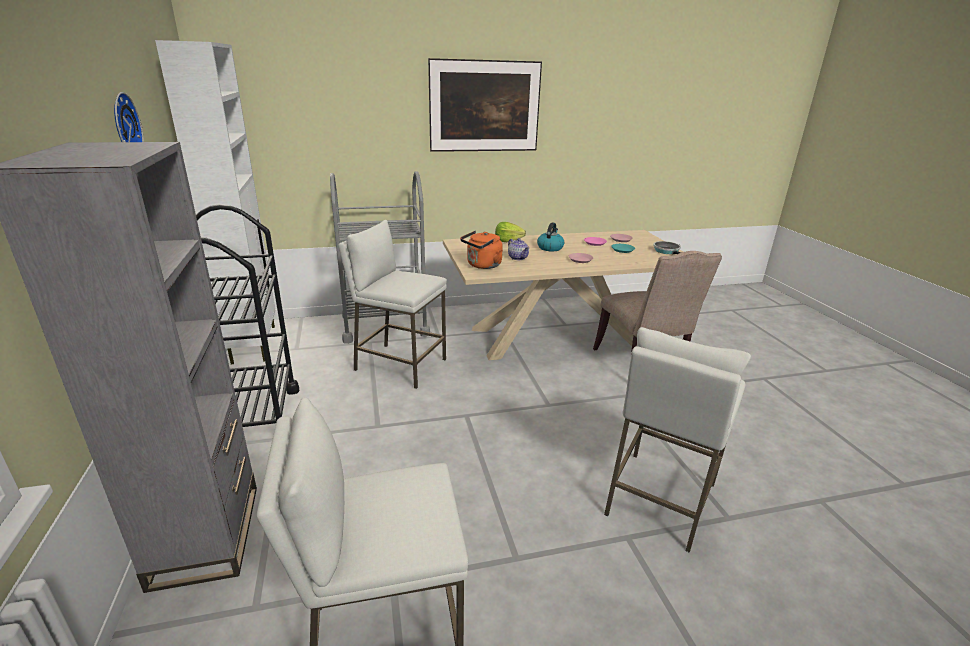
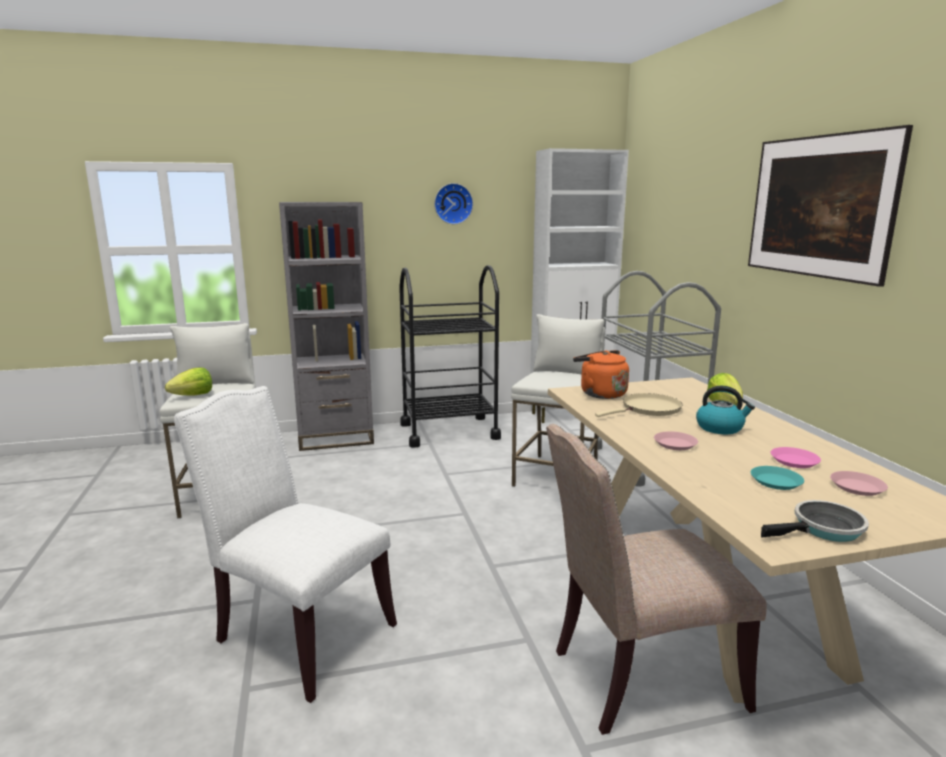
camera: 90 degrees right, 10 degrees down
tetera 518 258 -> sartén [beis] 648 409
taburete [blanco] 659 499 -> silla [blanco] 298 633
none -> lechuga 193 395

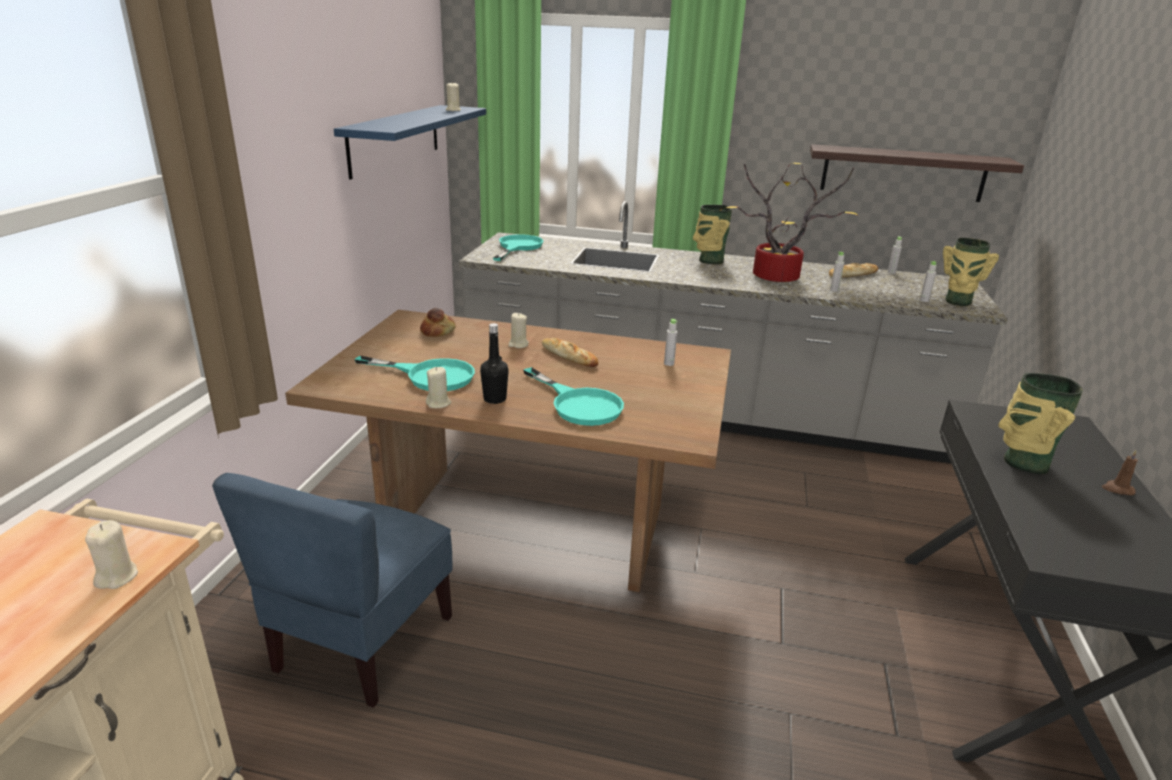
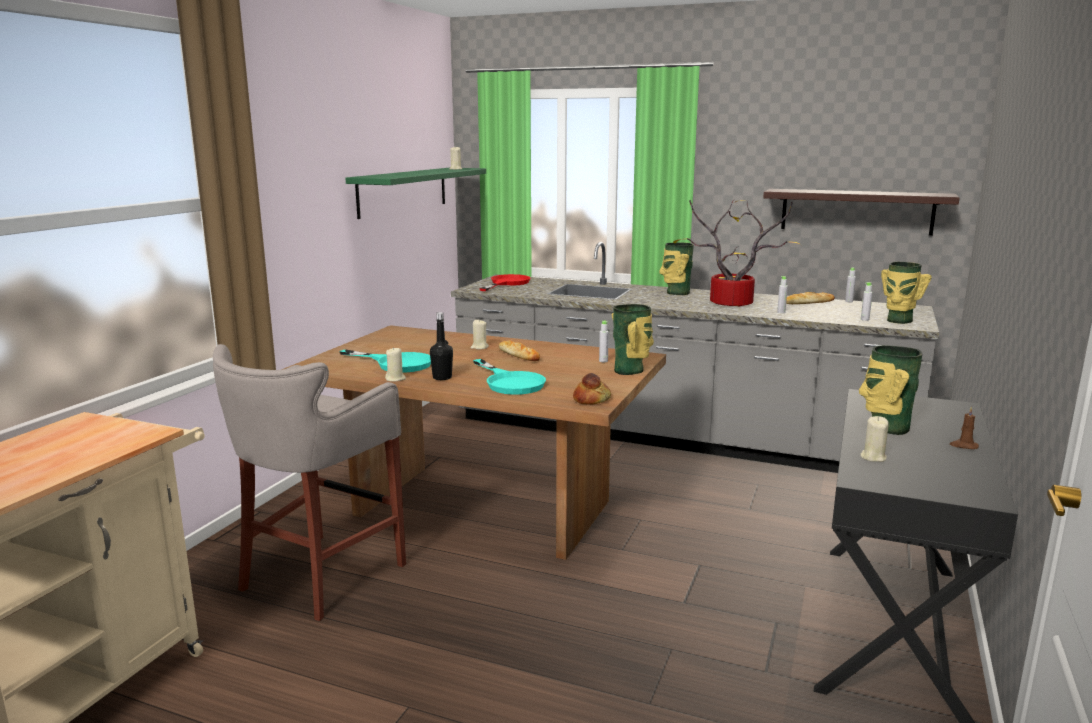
camera: 10 degrees right, 10 degrees down
estante [azul] 395 139 -> estante [verde] 403 191
sartén [turquesa] 517 247 -> sartén [rojo] 506 283
pan 438 332 -> pan 592 400, moved
silla [azul] 362 643 -> taburete [gris] 318 577
vela [beis] 117 577 -> vela [beis] 873 457, moved
none -> florero 630 370

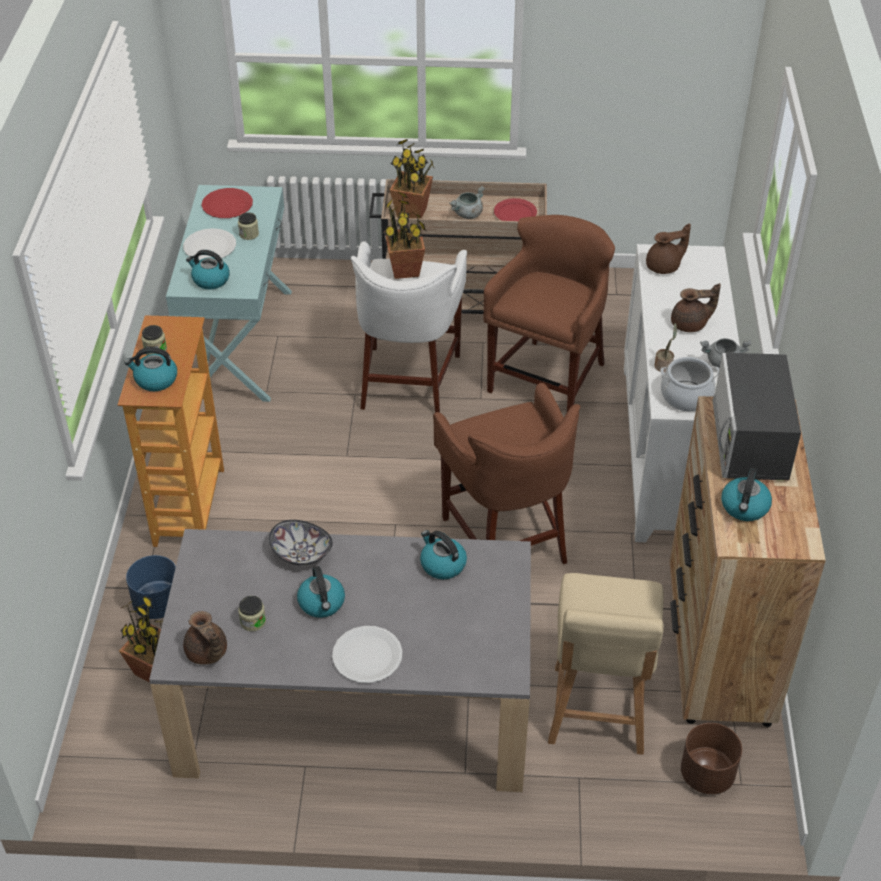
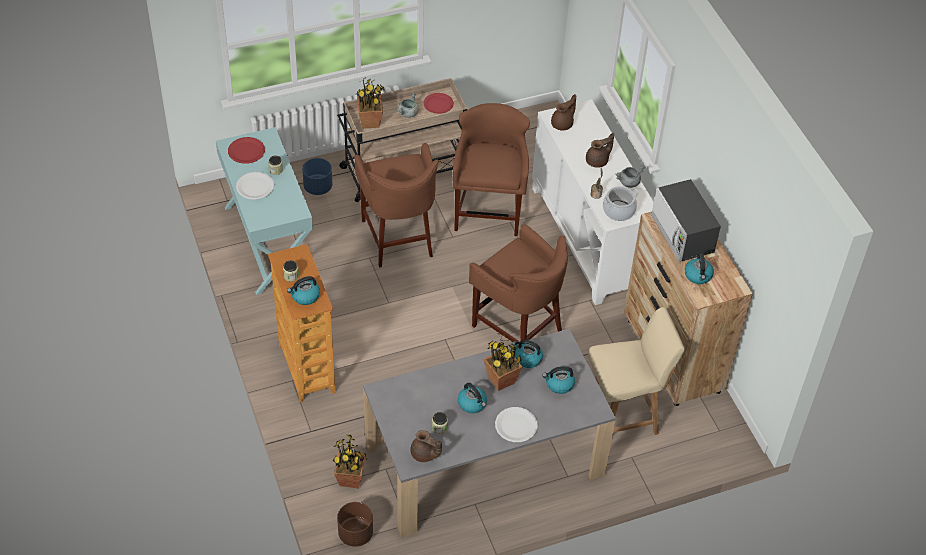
camera: 25 degrees left, 5 degrees up
planta en maceta 405 270 -> planta en maceta 501 380, moved
taburete [blanco] 408 379 -> taburete [marrón] 398 237
hervidor 210 280 -> hervidor 559 384, moved
cuenco 301 554 -> none
maceta [azul] 158 604 -> maceta [azul] 318 187, moved
silla [beis] 597 712 -> silla [beis] 623 416, 90 degrees counterclockwise
maceta [marrón] 706 774 -> maceta [marrón] 355 534, moved

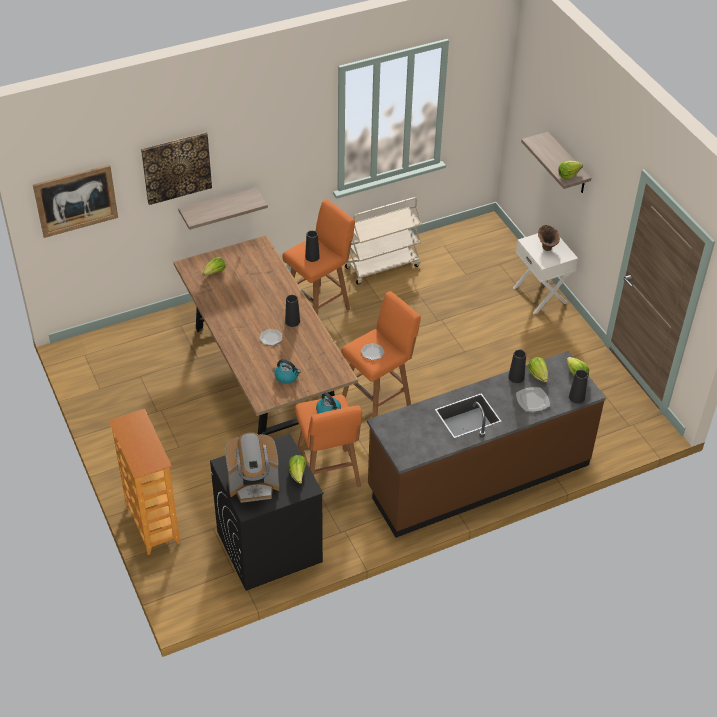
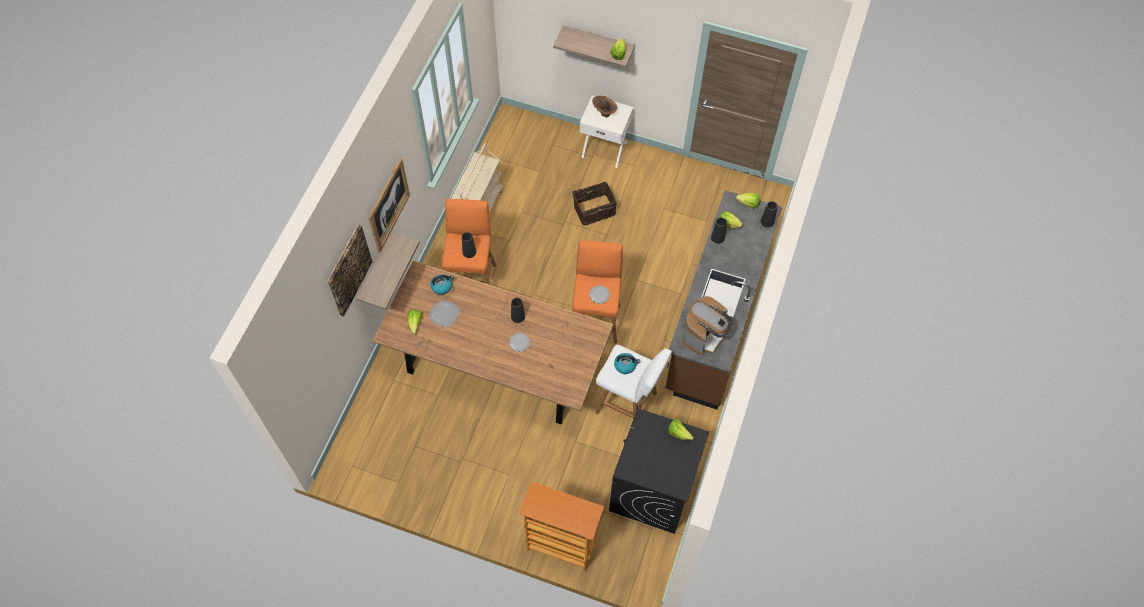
camera: 45 degrees left, 15 degrees up
cuadro 76 200 -> cuadro 388 205, moved
hervidor 287 376 -> hervidor 442 286, moved
plato 532 401 -> plato 444 314, moved
taburete [naranja] 328 475 -> taburete [blanco] 628 404
cafetera 253 484 -> cafetera 704 336, moved
none -> cesta 593 209

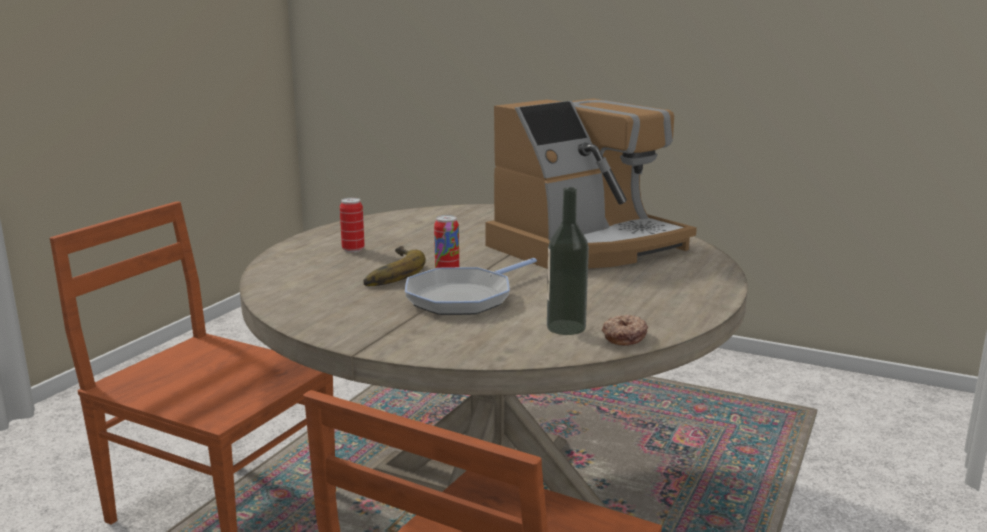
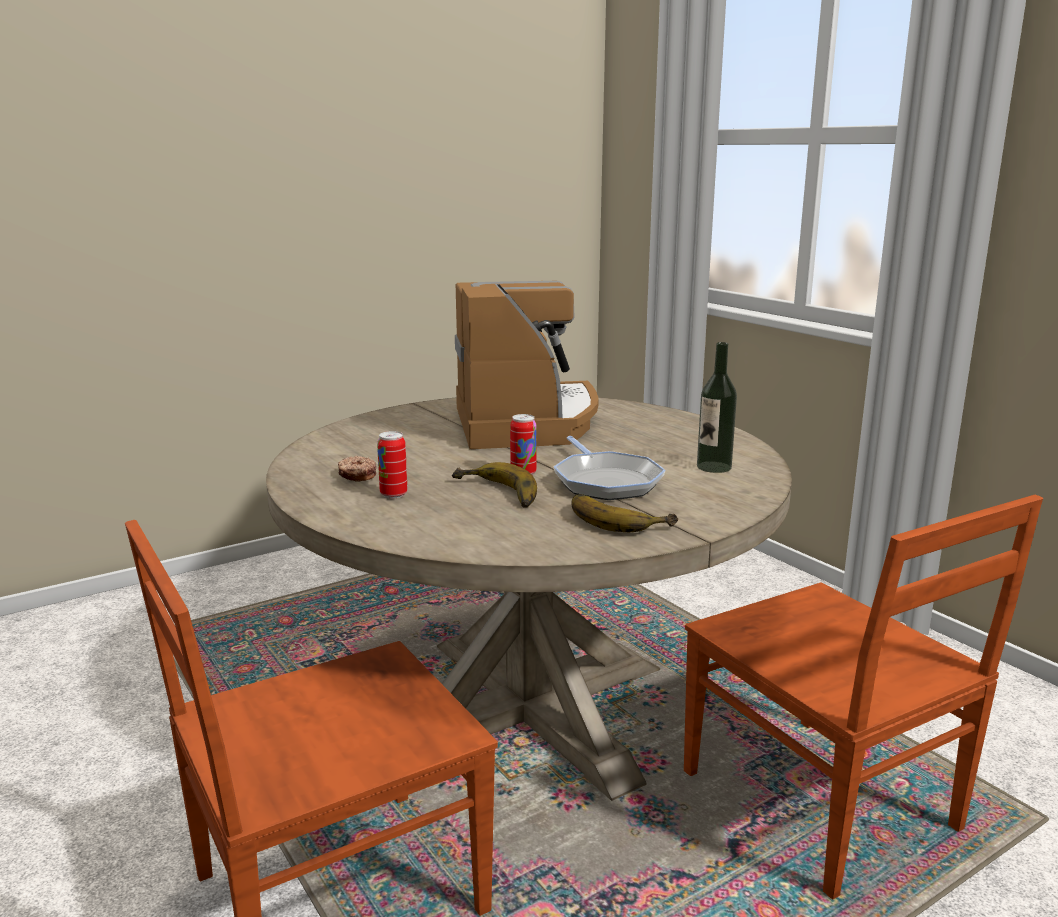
camera: 60 degrees left, 0 degrees up
rosquilla 623 337 -> rosquilla 357 475, moved
none -> plátano 619 518

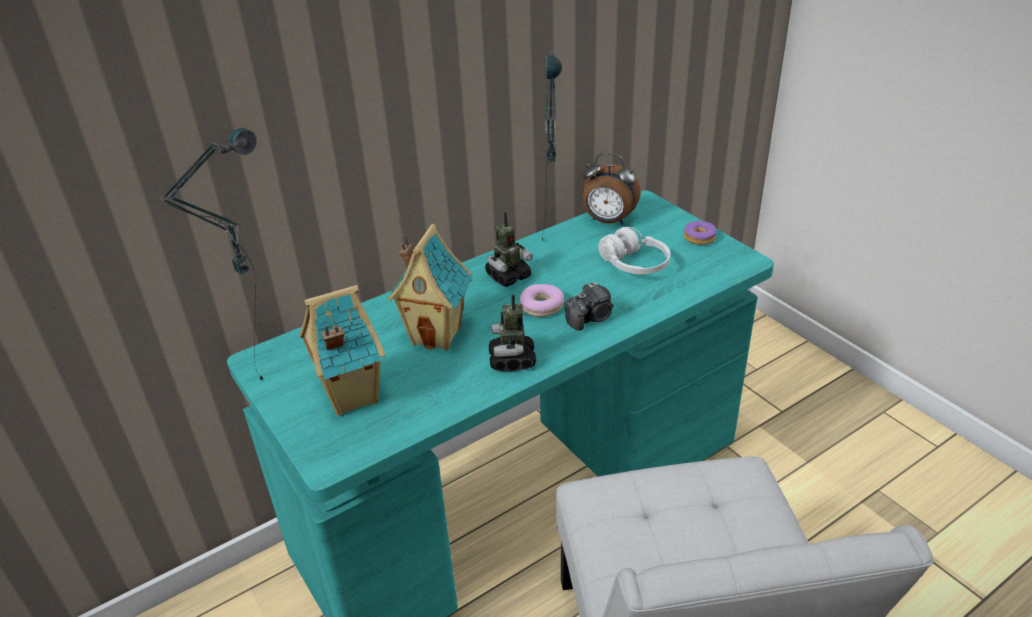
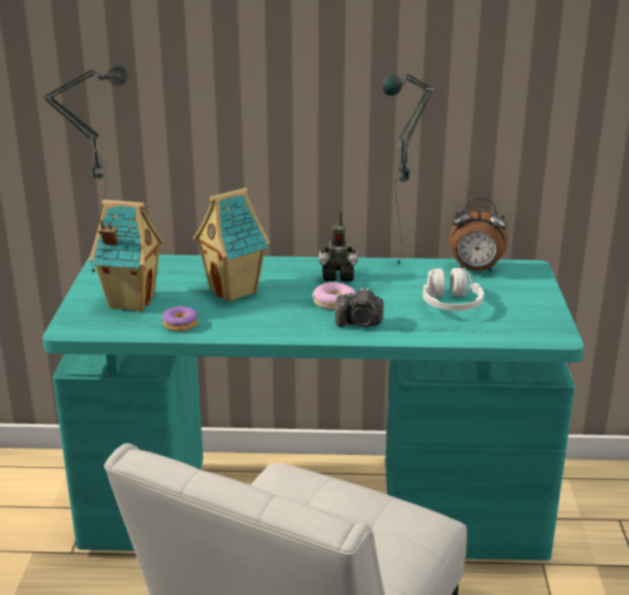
camera: 35 degrees right, 10 degrees down
despertador 608 221 -> despertador 475 270, 45 degrees counterclockwise
rosquilla 699 238 -> rosquilla 181 325, moved
robot de juguete 512 360 -> none

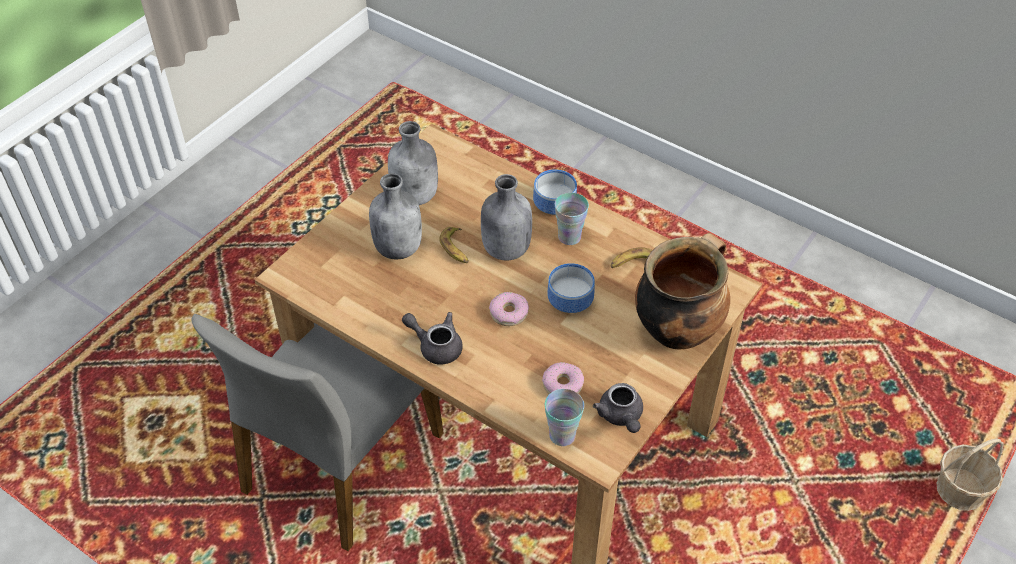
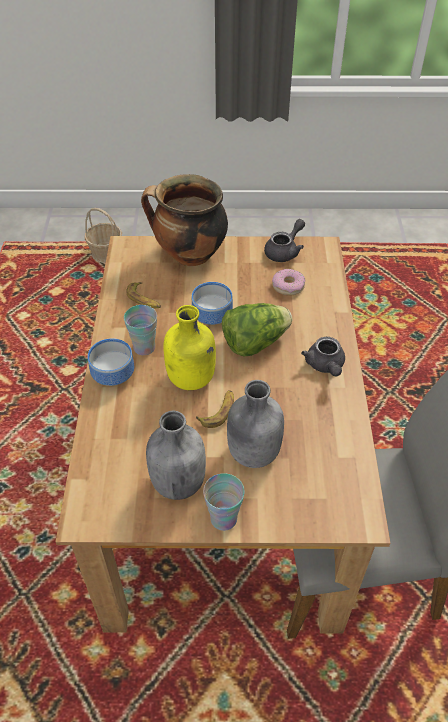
camera: 125 degrees left, 0 degrees up
botella [gris] 505 249 -> botella [amarillo] 191 379
rosquilla 509 313 -> lechuga 254 343
taza 562 435 -> taza 223 519, moved

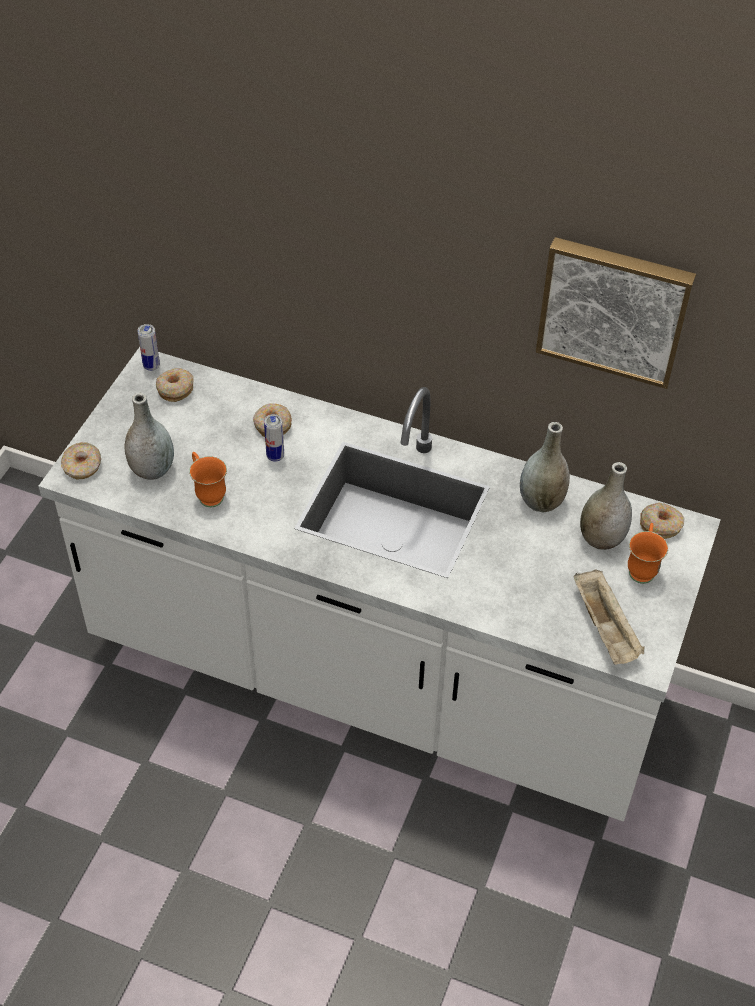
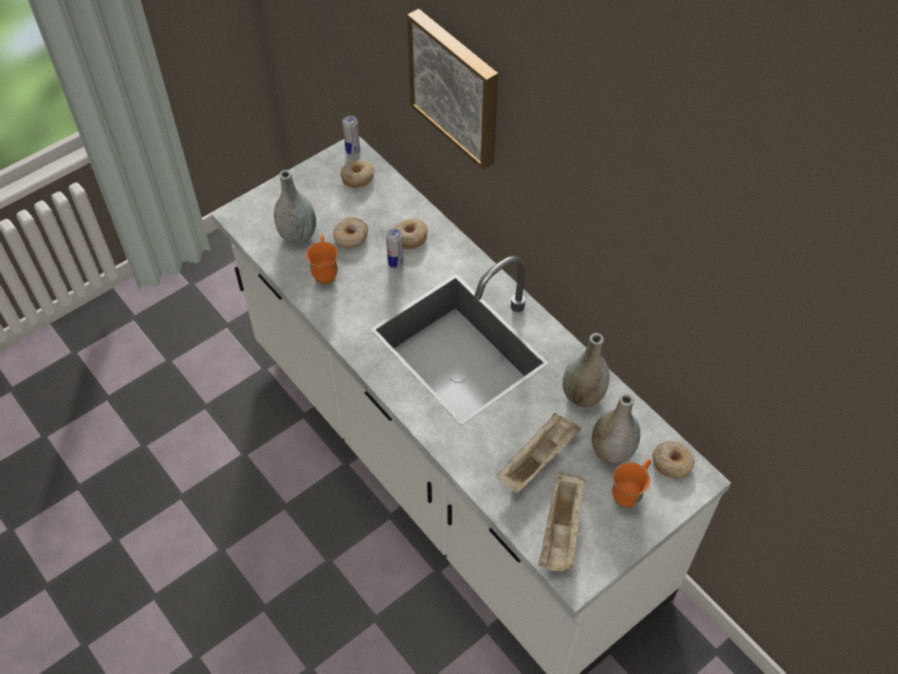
camera: 30 degrees right, 5 degrees up
cuadro 614 309 -> cuadro 457 87, moved
rosquilla 82 466 -> rosquilla 351 237, moved
none -> bandeja [beis] 537 459

